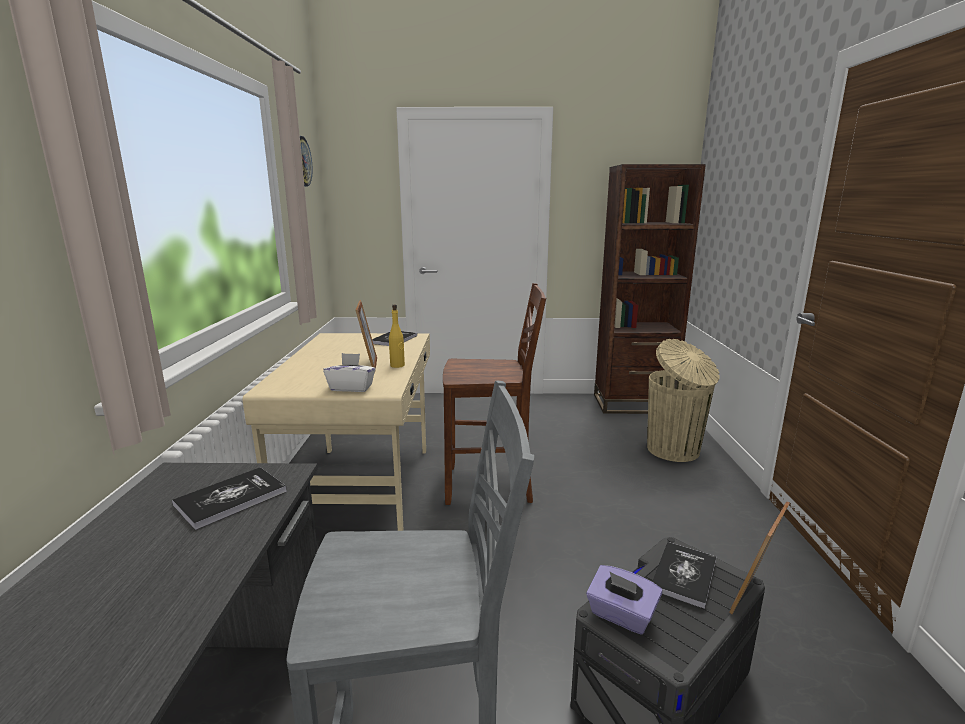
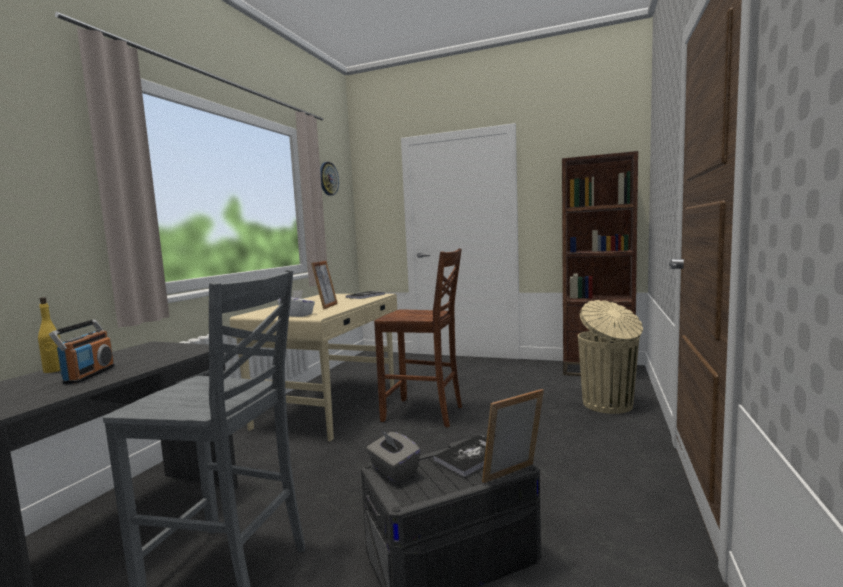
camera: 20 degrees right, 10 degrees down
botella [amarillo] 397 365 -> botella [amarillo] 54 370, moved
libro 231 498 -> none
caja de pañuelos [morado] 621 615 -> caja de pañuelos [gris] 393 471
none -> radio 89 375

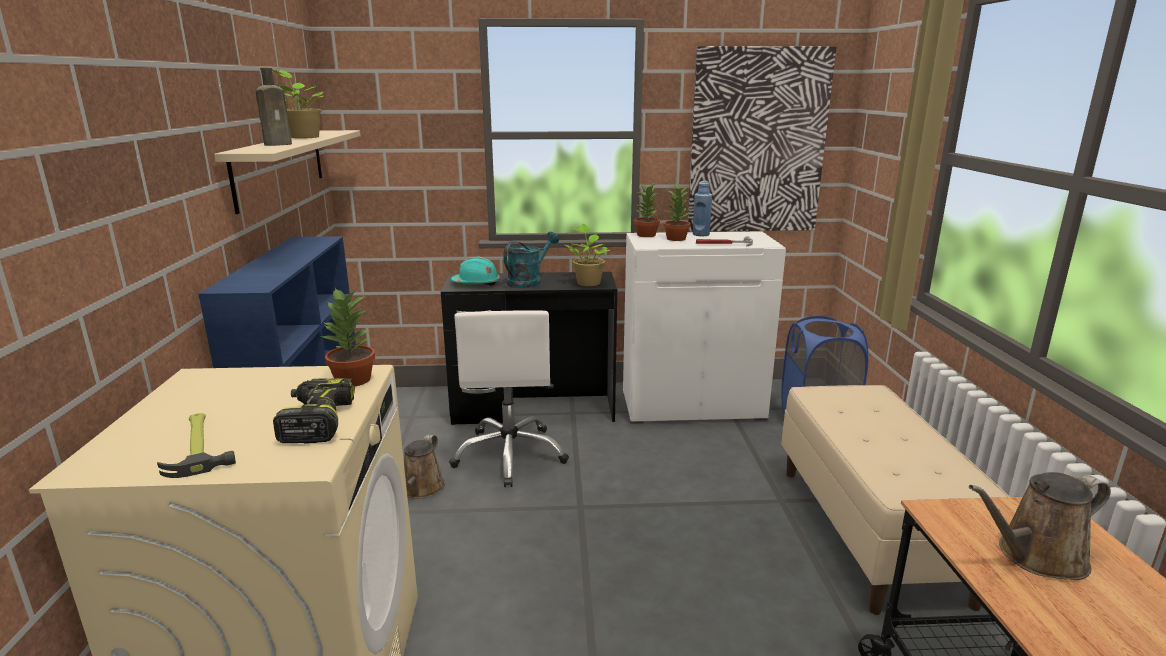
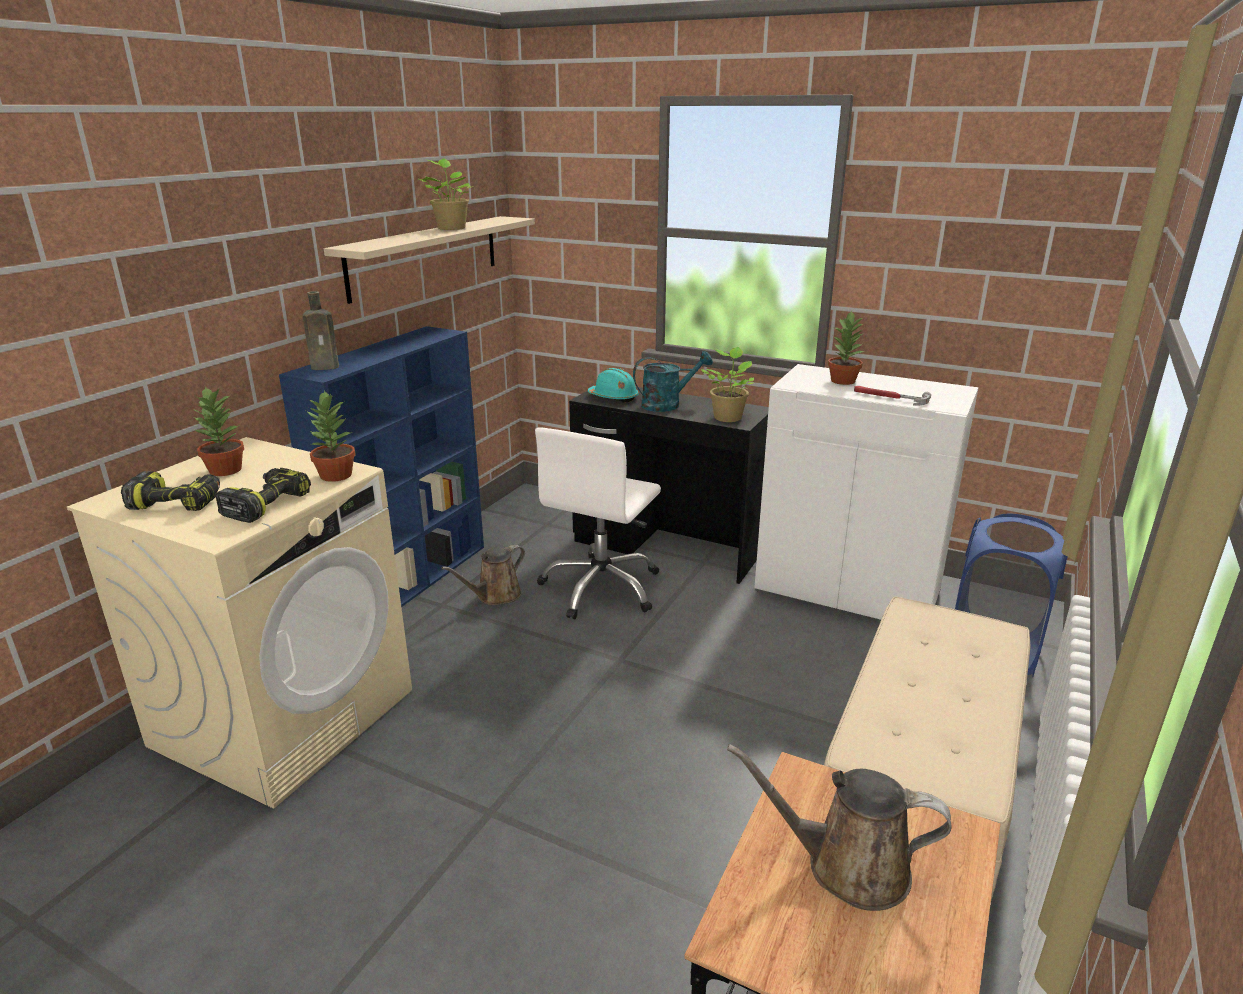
camera: 30 degrees right, 5 degrees up
cuadro 757 142 -> none
botella [marrón] 280 144 -> botella [marrón] 327 367, moved
botella [azul] 701 234 -> none
planta en maceta 646 235 -> planta en maceta 225 470, moved
martillo 198 446 -> taladro 178 503

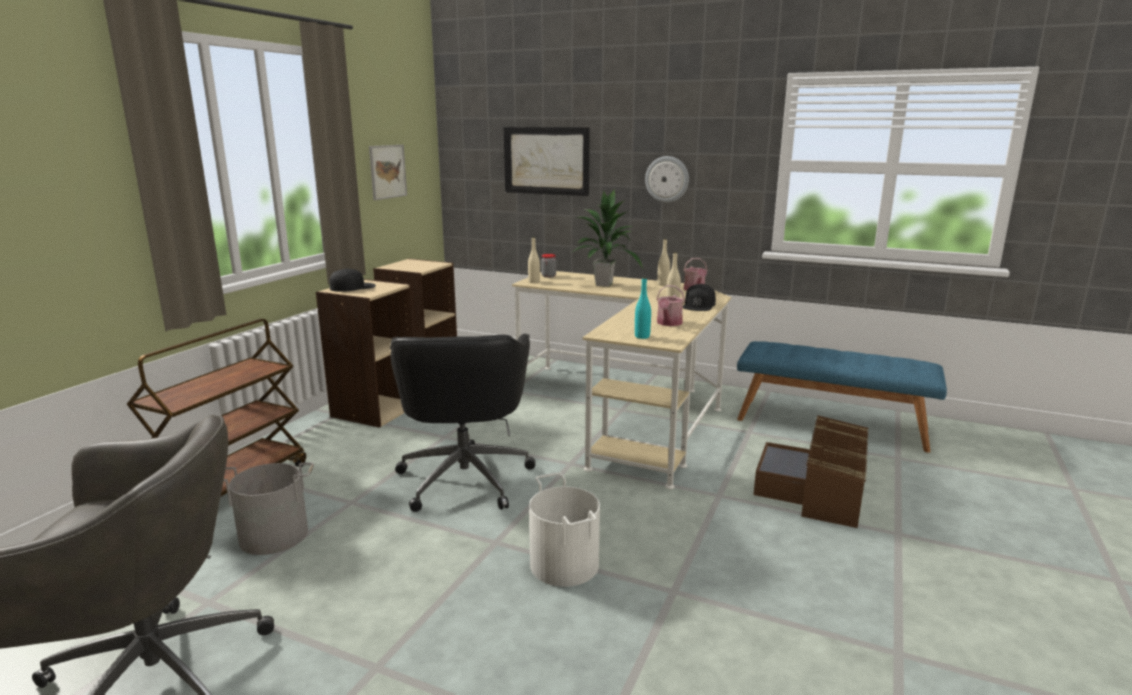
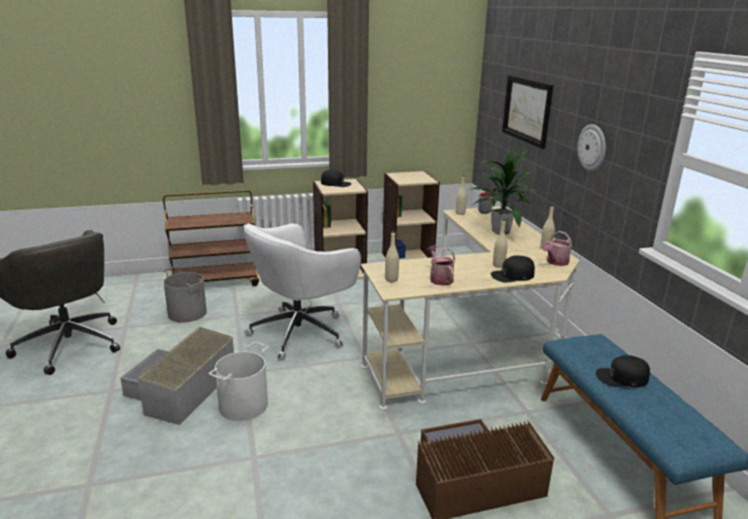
camera: 50 degrees right, 5 degrees up
cuadro 387 171 -> none
botella [turquesa] 642 336 -> botella [beis] 391 279
regadera 668 323 -> regadera 440 278, 90 degrees clockwise
silla de oficina [negro] 465 477 -> silla de oficina [blanco] 301 332
none -> caja de almacenaje [gris] 180 389
none -> gorra [negro] 622 377

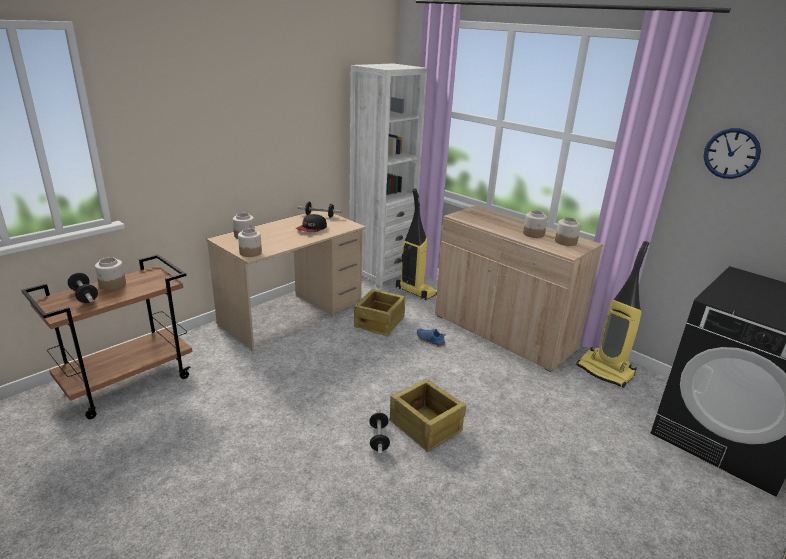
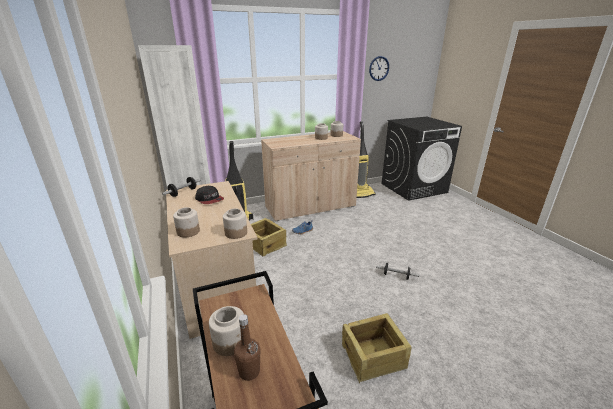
camera: 65 degrees left, 0 degrees up
mancuerna 84 296 -> botella [marrón] 249 372
caja de embalaje 425 426 -> caja de embalaje 374 356, moved

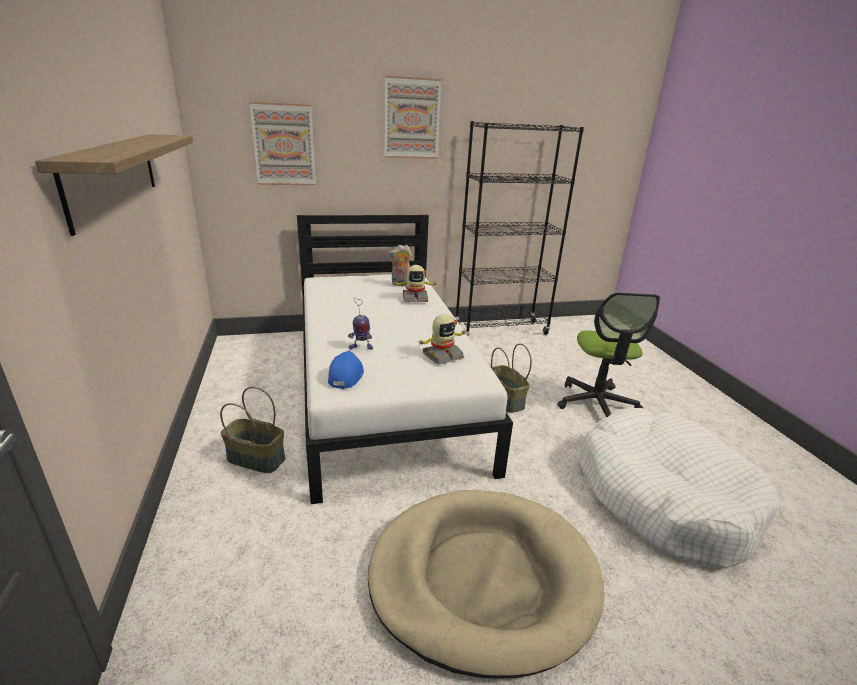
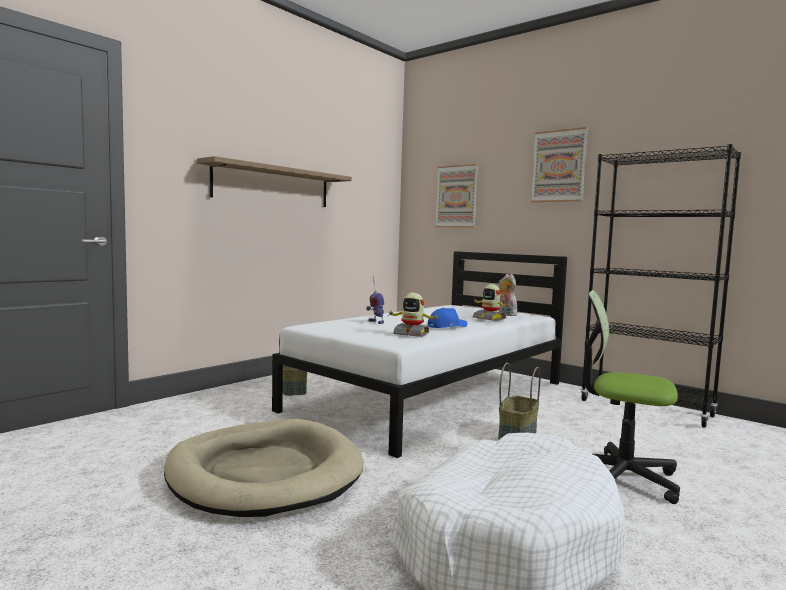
camera: 55 degrees right, 20 degrees down
silla de oficina 596 403 -> silla de oficina 620 477, 60 degrees clockwise
gorra [azul] 346 375 -> gorra [azul] 446 326, moved

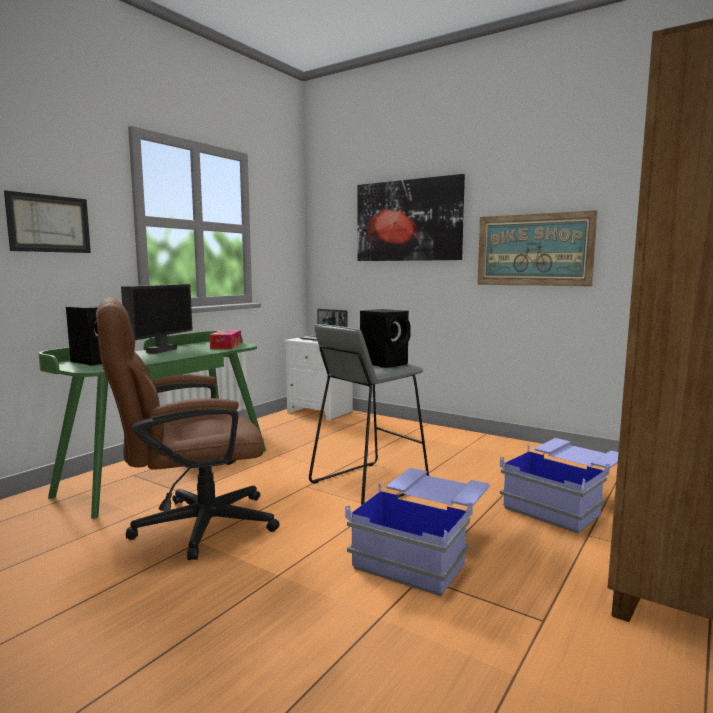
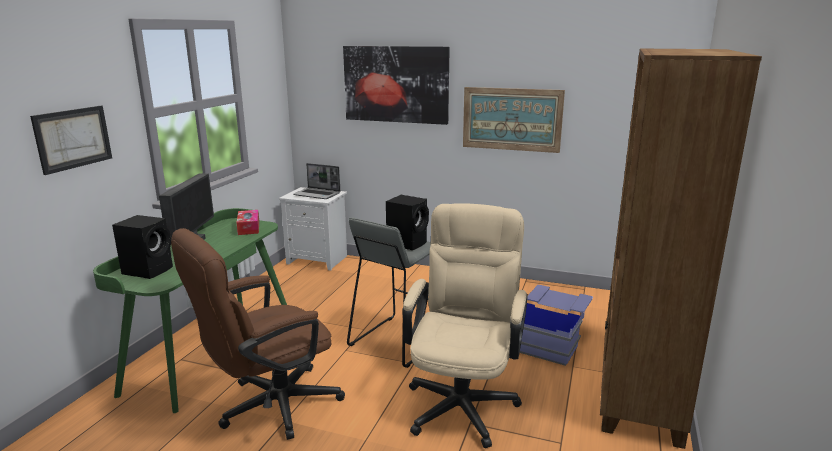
camera: 15 degrees left, 10 degrees up
caja de almacenaje [azul] 423 551 -> silla de oficina [beis] 463 399

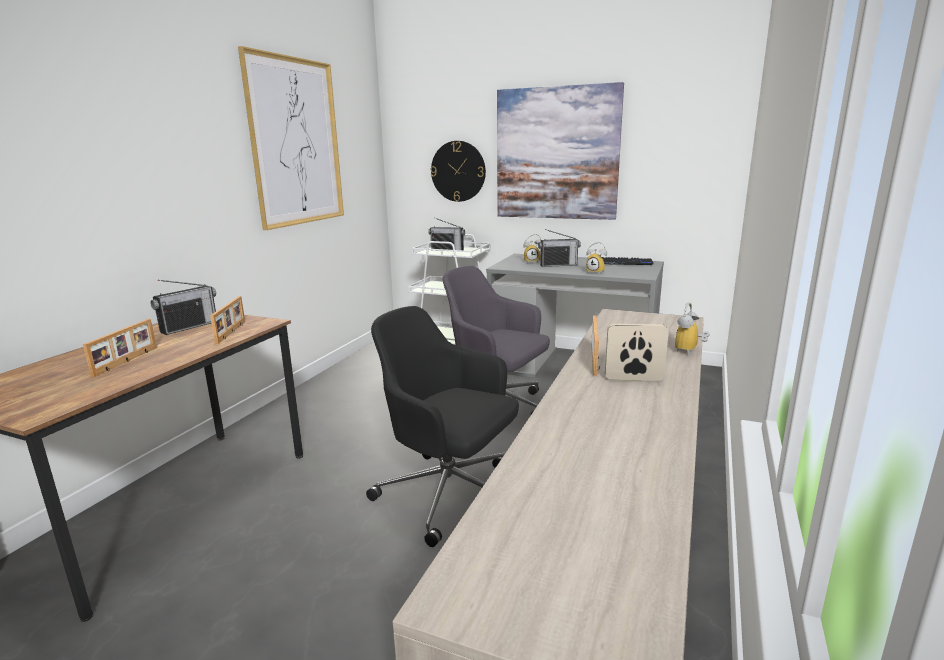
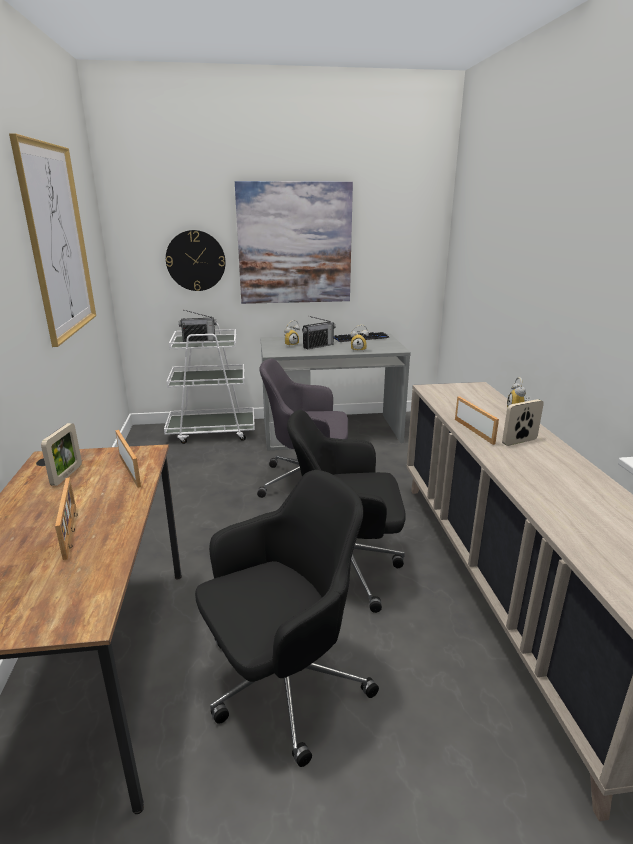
camera: 30 degrees left, 5 degrees up
radio 189 327 -> portarretratos 67 475
none -> silla de oficina [negro] 282 683

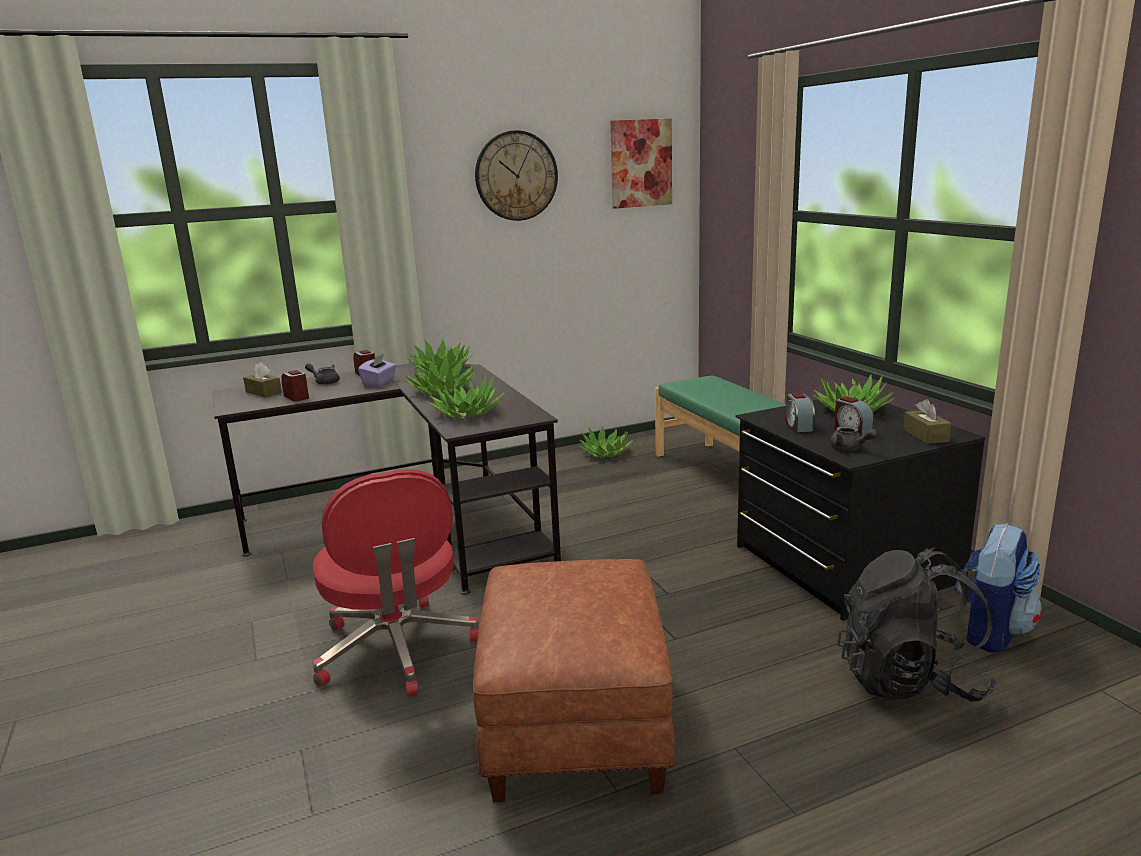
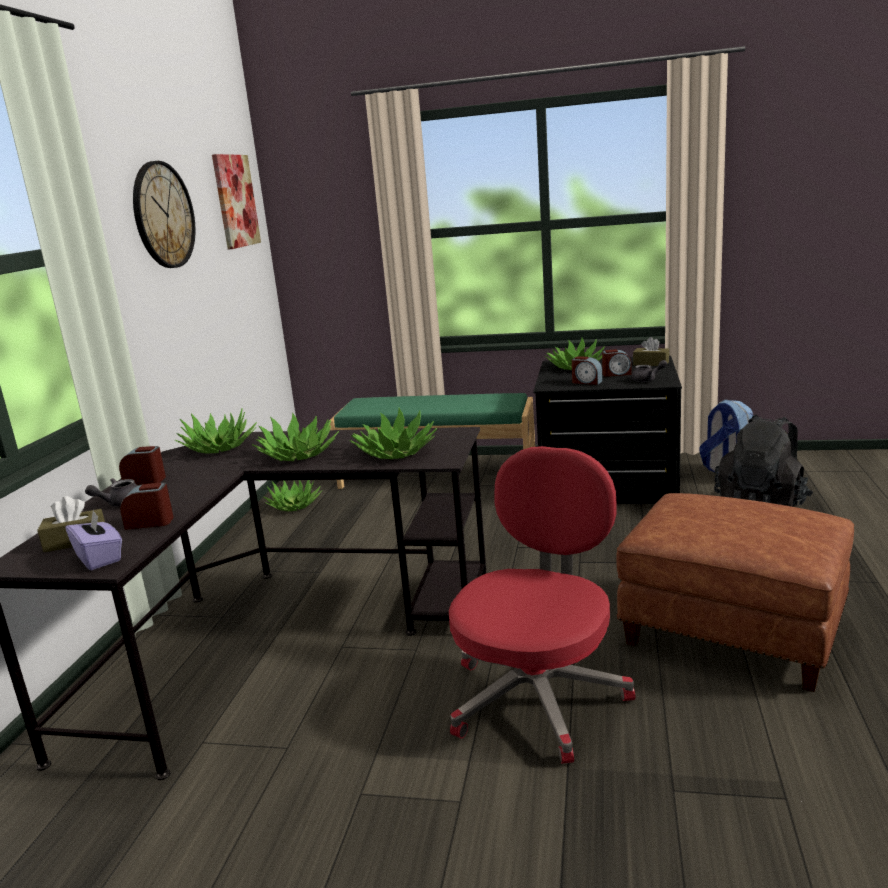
camera: 55 degrees left, 0 degrees up
caja de pañuelos [morado] 379 382 -> caja de pañuelos [morado] 99 558, moved
silla de oficina [rojo] 396 650 -> silla de oficina [rojo] 538 696, 75 degrees counterclockwise

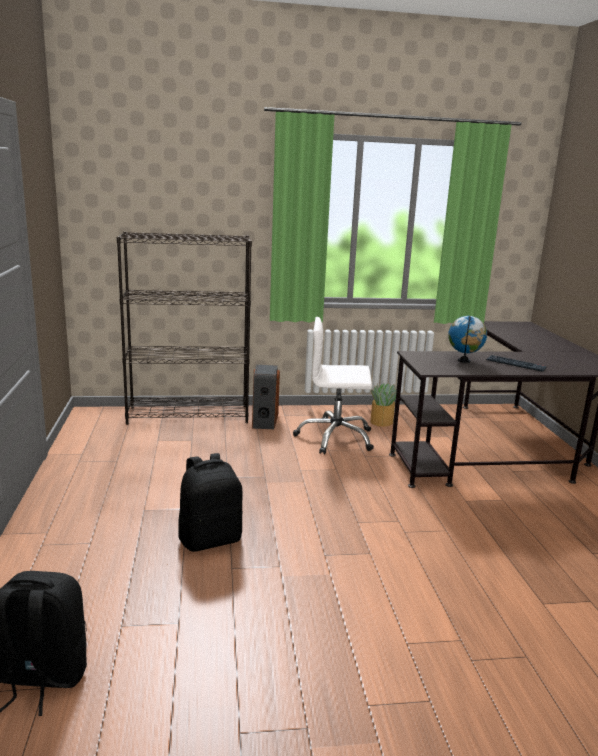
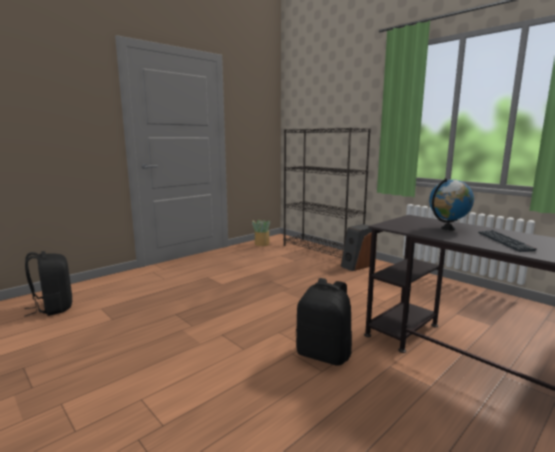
camera: 55 degrees right, 5 degrees down
silla de oficina [blanco] 335 438 -> none
planta en maceta 381 422 -> planta en maceta 261 244, moved
mochila [negro] 210 539 -> mochila [negro] 324 354, moved

